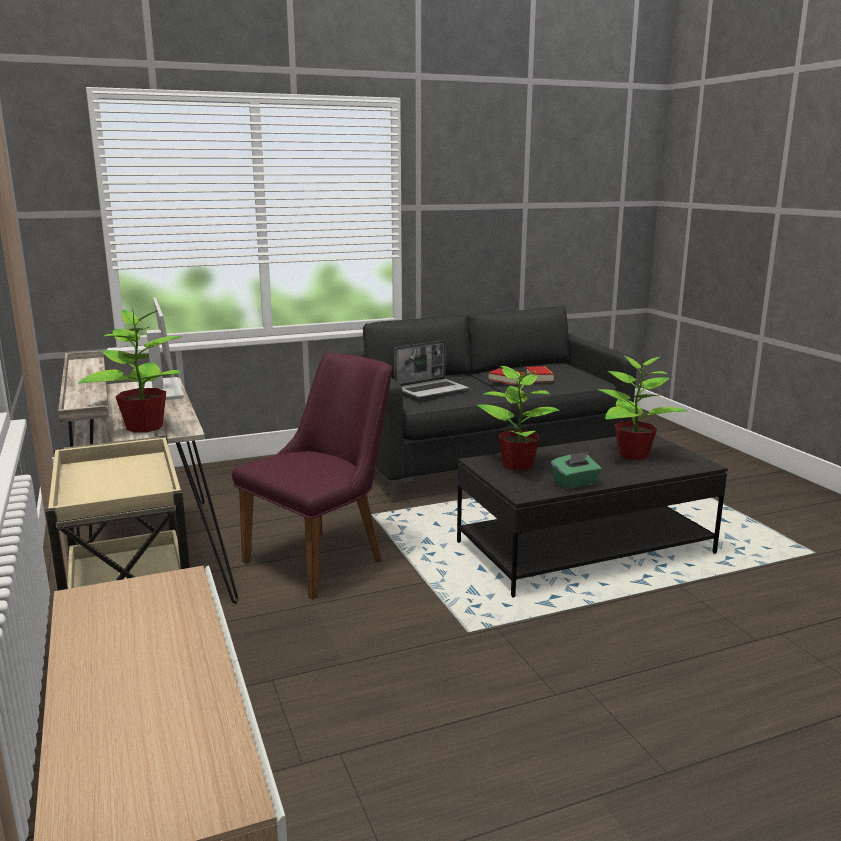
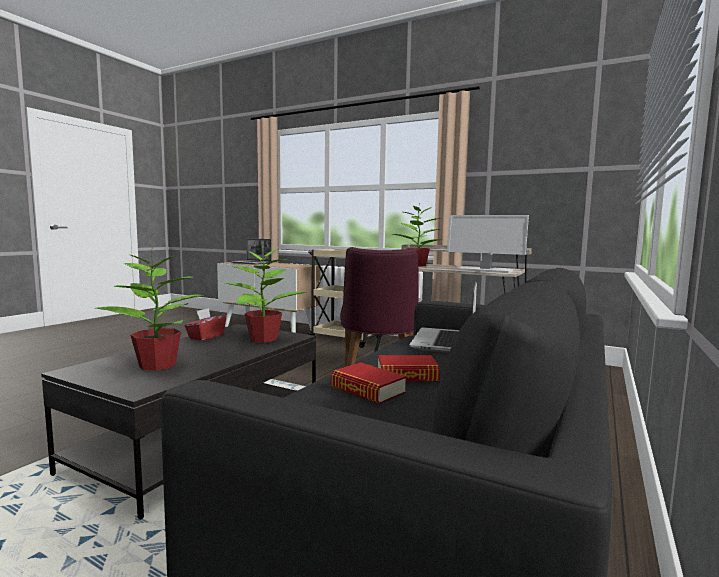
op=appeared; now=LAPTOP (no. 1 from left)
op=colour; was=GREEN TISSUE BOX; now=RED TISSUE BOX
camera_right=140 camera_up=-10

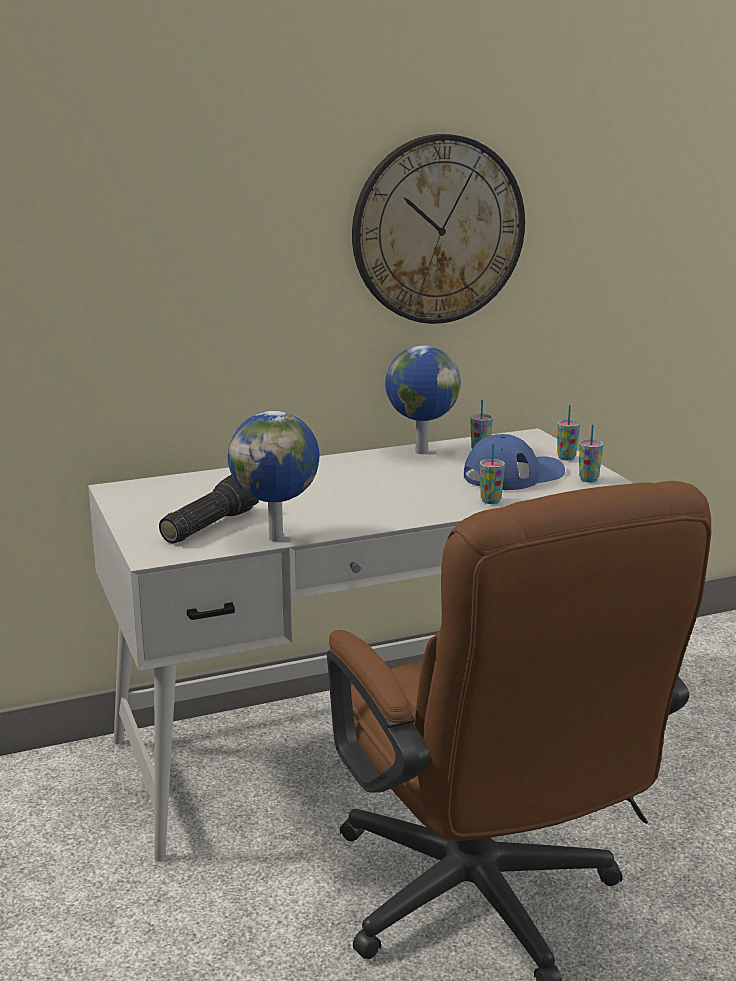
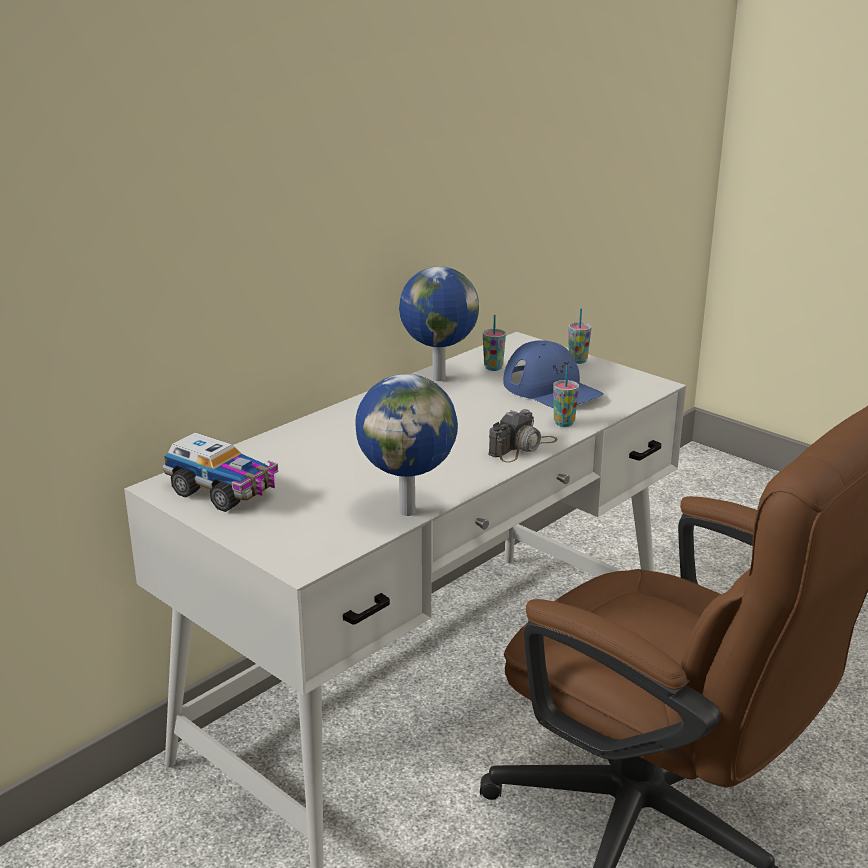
op=missing; was=FLASHLIGHT
op=missing; was=WALL CLOCK
op=missing; was=CUP (no. 4 from left)
op=appeared; now=TOY TRUCK
op=appeared; now=PHOTO CAMERA
op=spun; was=BLUE CAP; clockwise=105
camera_right=-25 camera_up=5

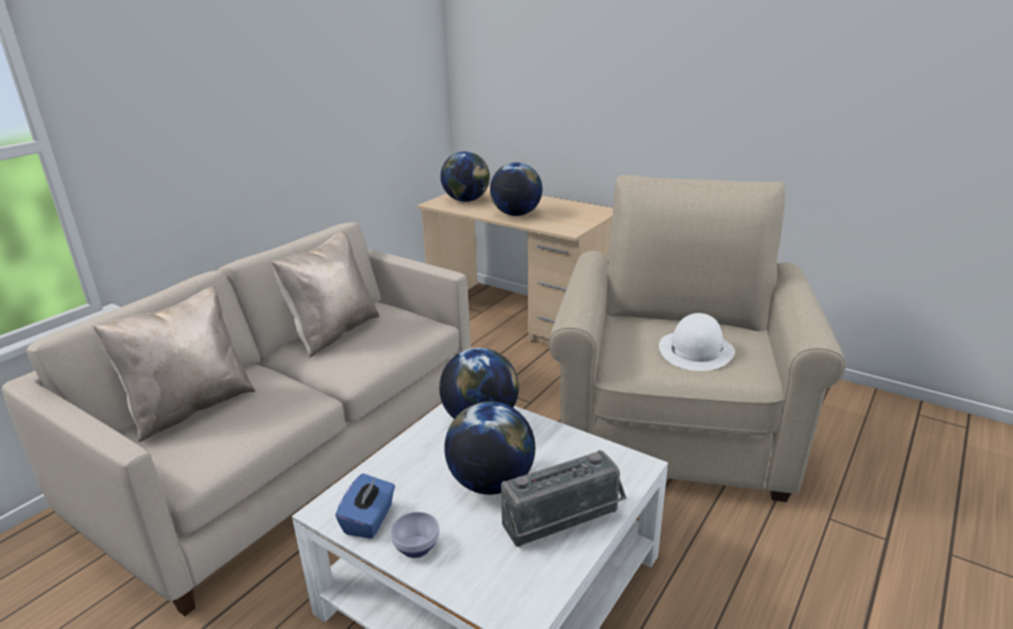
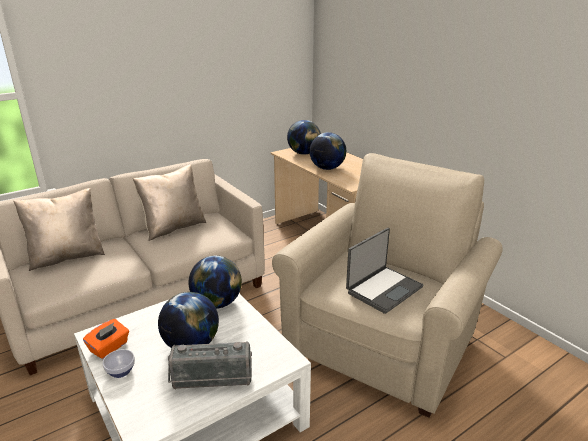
op=exchanged; was=WHITE HAT; now=LAPTOP
op=colour; was=BLUE TISSUE BOX; now=ORANGE TISSUE BOX
camera_right=20 camera_up=0

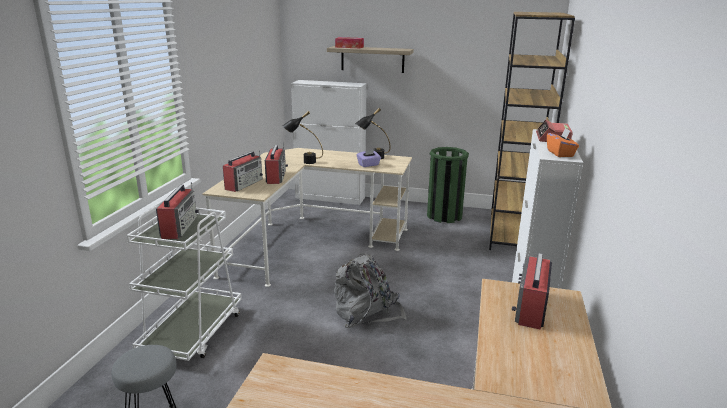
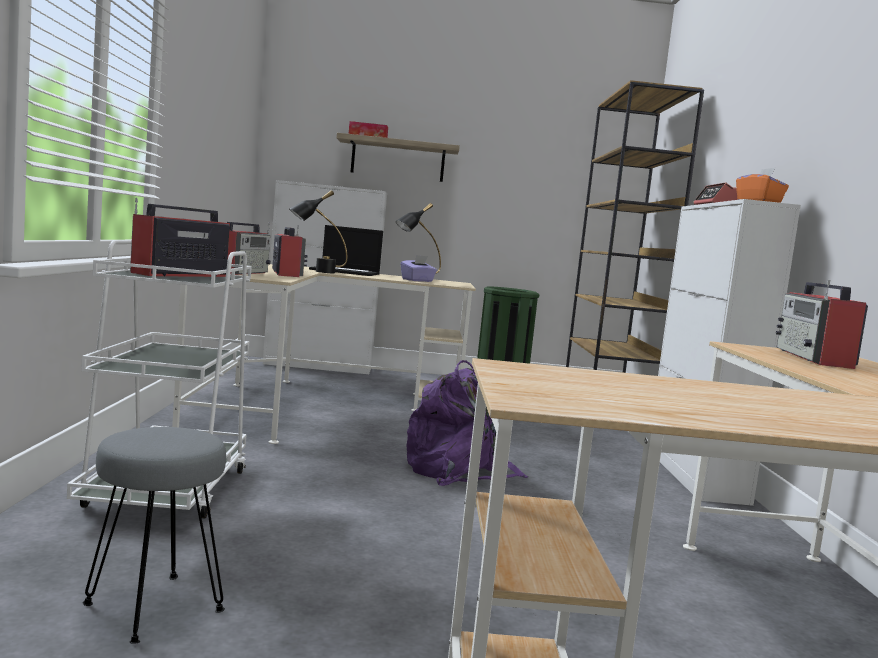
op=appeared; now=LAPTOP
op=colour; was=GREY BACKPACK; now=PURPLE BACKPACK
op=spun; was=RADIO (no. 1 from left); clockwise=-135
camera_right=-15 camera_up=-15

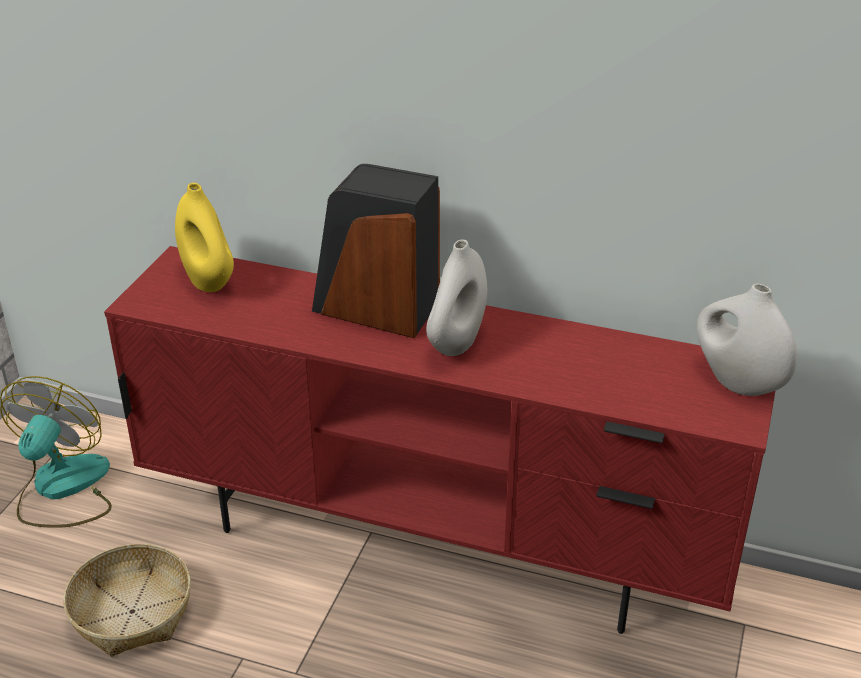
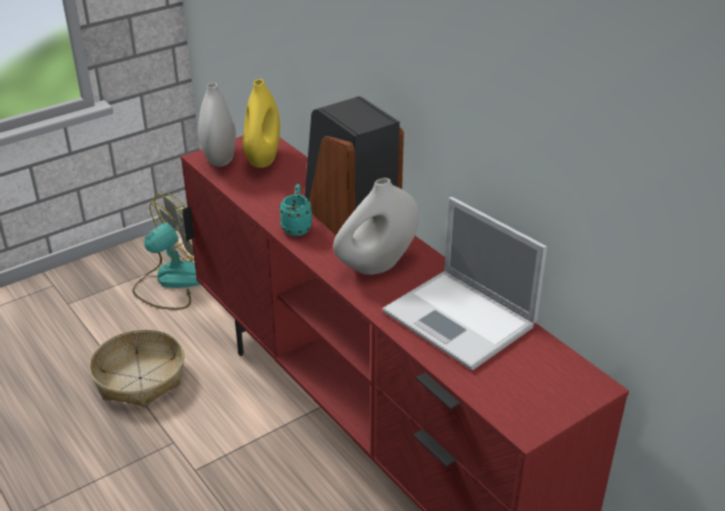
op=appeared; now=TURQUOISE MUG
op=appeared; now=LAPTOP
op=relocated; was=WHITE VASE (no. 2 from left in the first image); now=WHITE VASE (no. 1 from left)
camera_right=35 camera_up=0

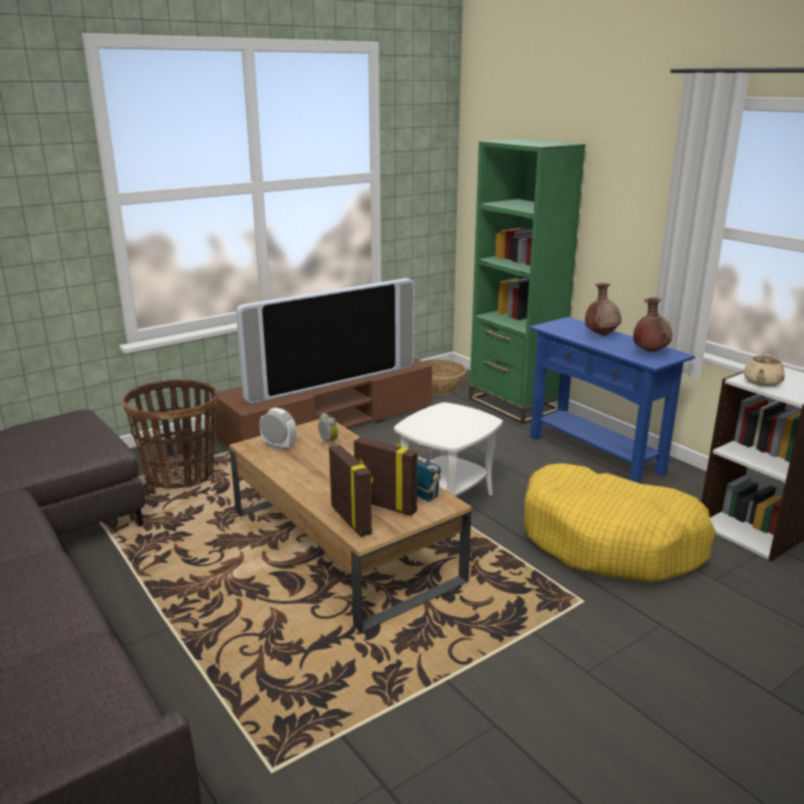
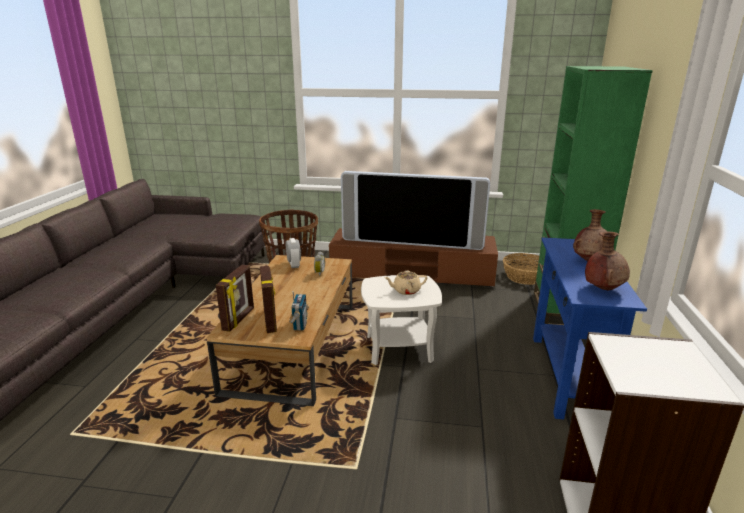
op=missing; was=YELLOW DOG BED
op=relocated; was=BEIGE TEAPOT
camera_right=45 camera_up=0

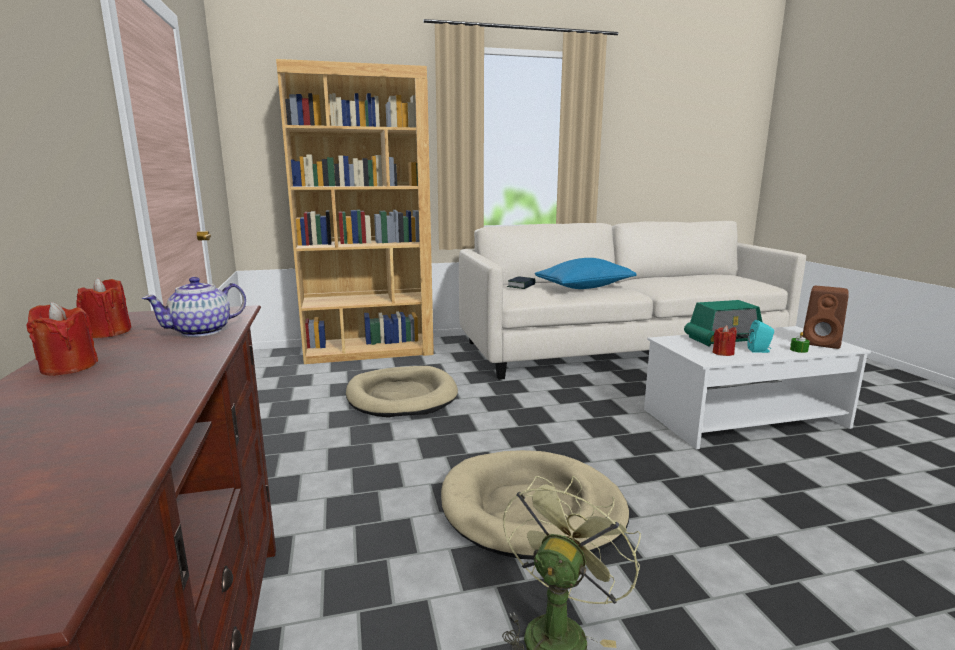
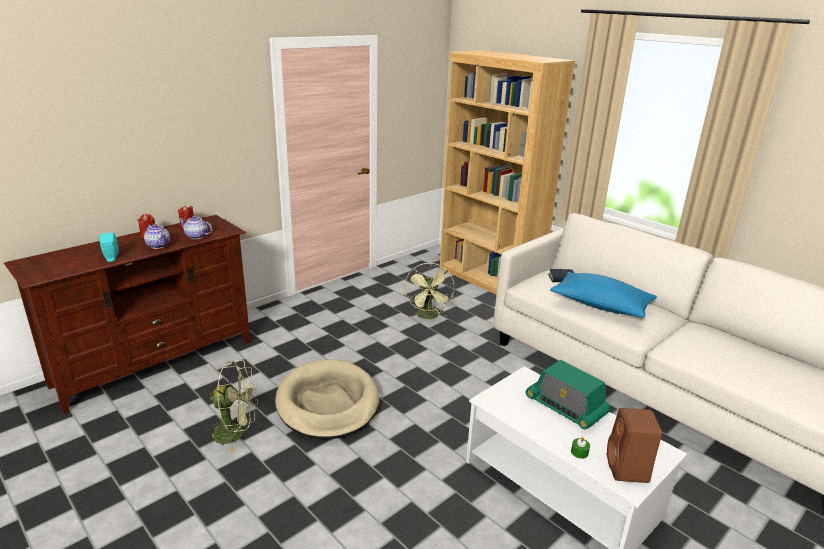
op=missing; was=RED CANDLE (no. 3 from left)
op=appeared; now=TEAPOT (no. 1 from left)
op=relocated; was=TURQUOISE SPEAKER
op=exchanged; was=BEIGE DOG BED (no. 1 from left); now=GREEN FAN (no. 2 from left)
camera_right=60 camera_up=10

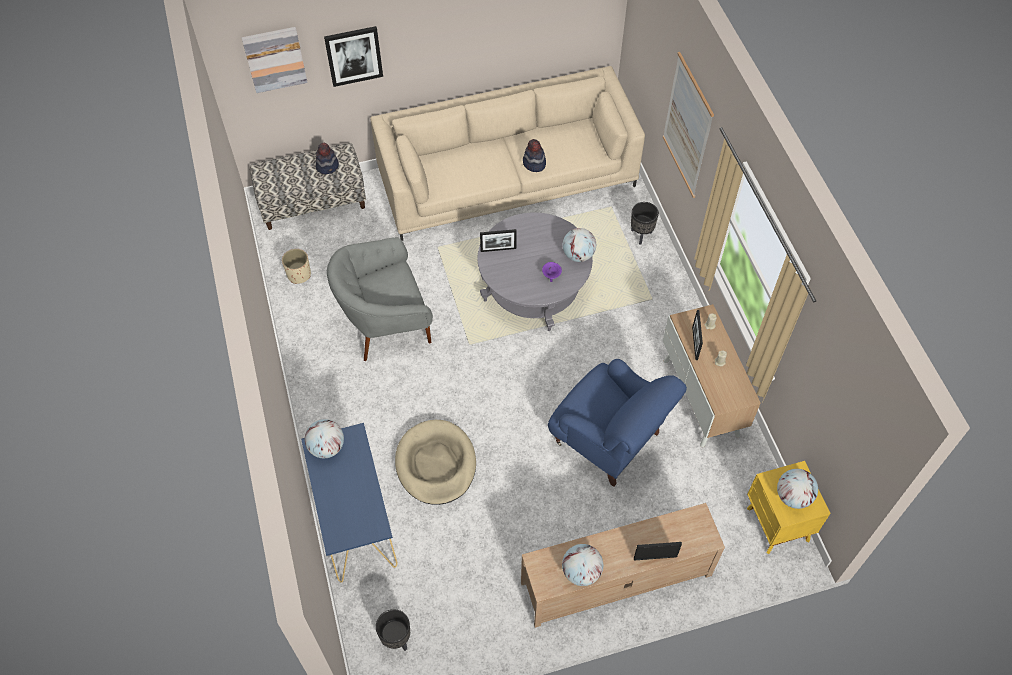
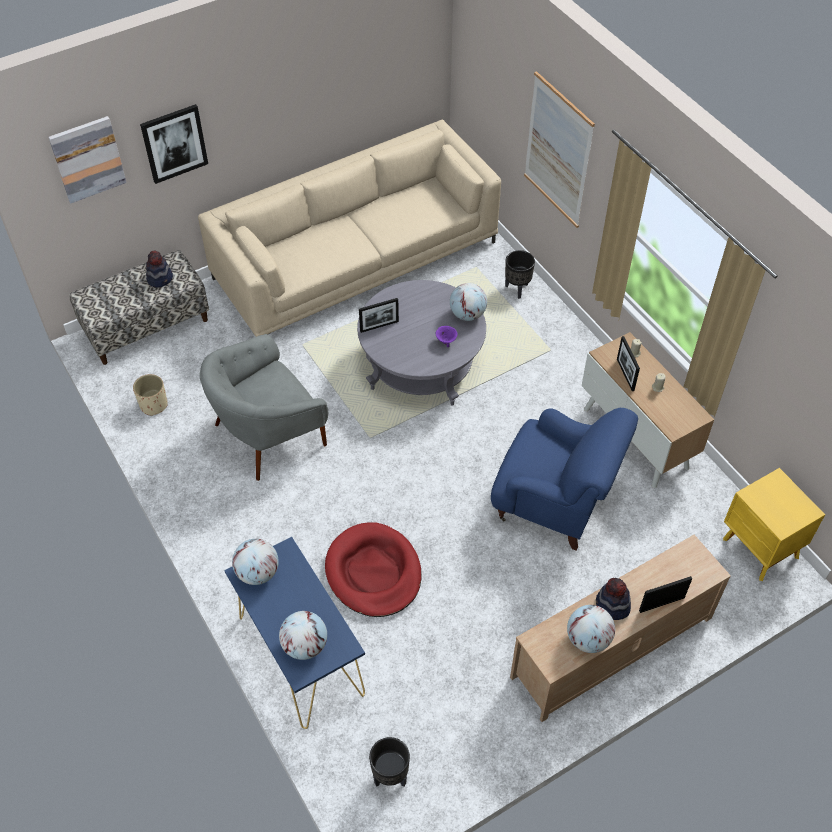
op=relocated; was=HAT (no. 2 from left)
op=relocated; was=GLOBE (no. 4 from left in the first image); now=GLOBE (no. 2 from left)
op=colour; was=BEIGE DOG BED; now=RED DOG BED
camera_right=-15 camera_up=-5

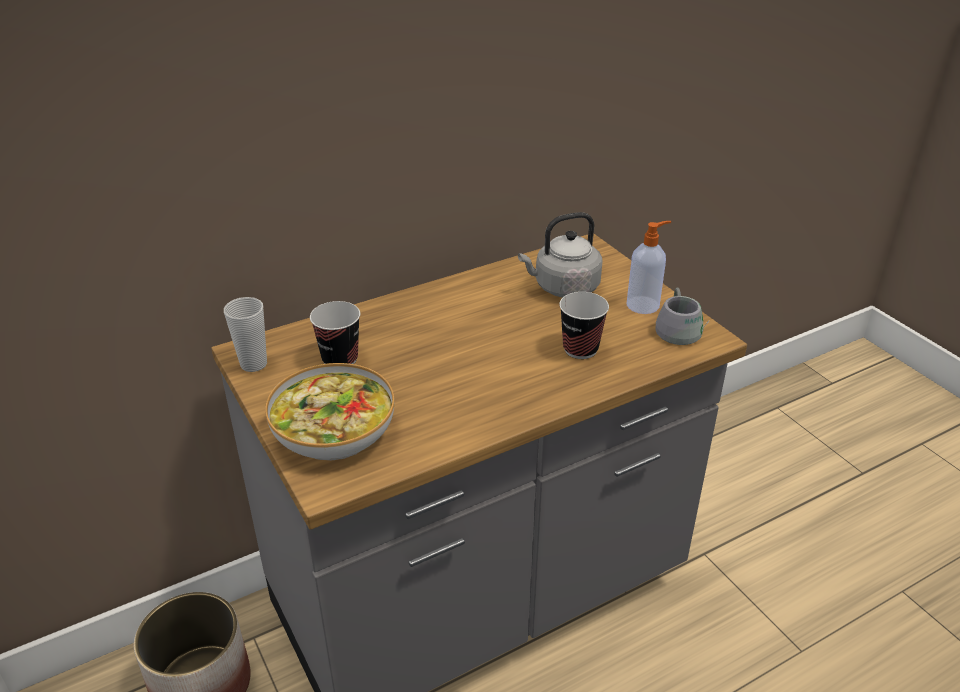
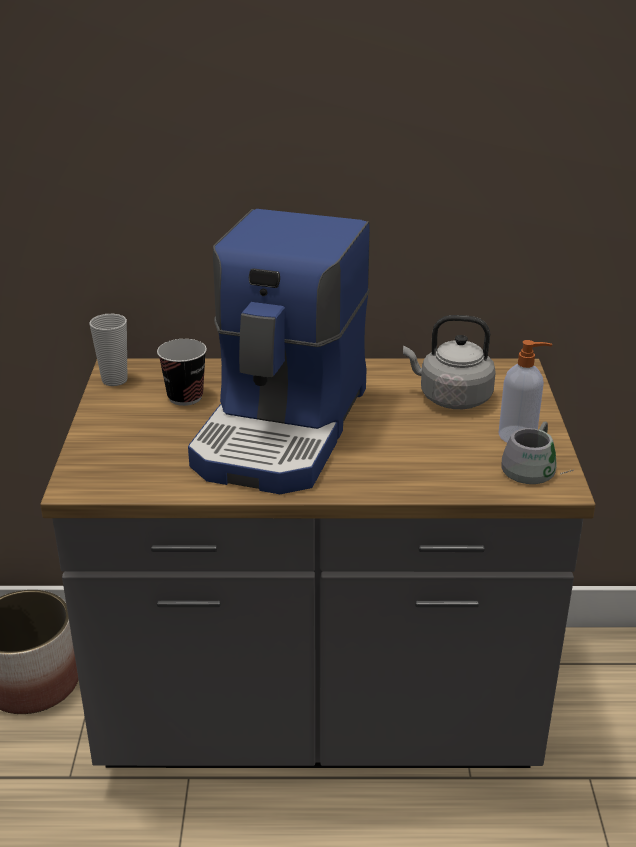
op=missing; was=BOWL
op=missing; was=CUP (no. 3 from left)
op=appeared; now=COFFEE MACHINE
camera_right=30 camera_up=-5

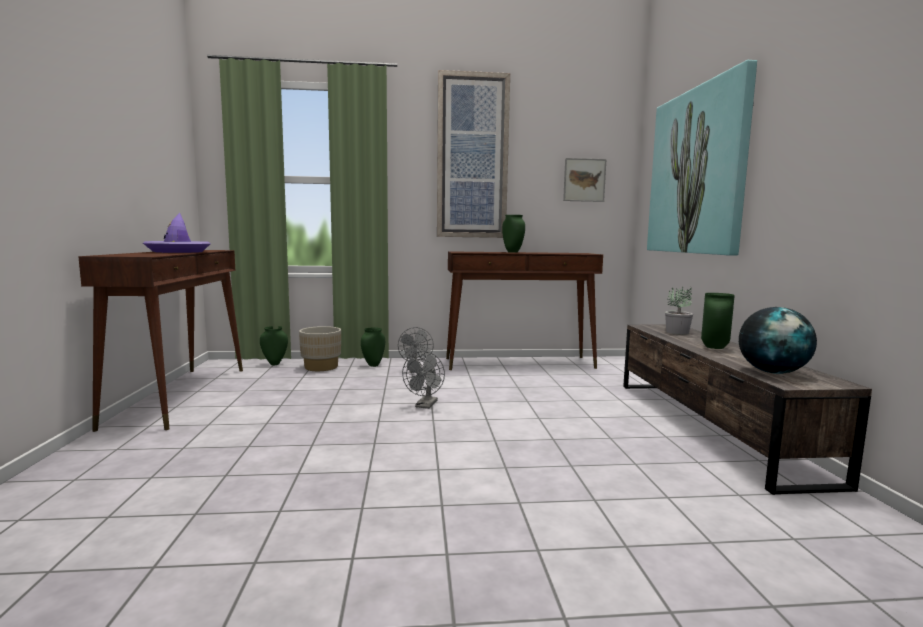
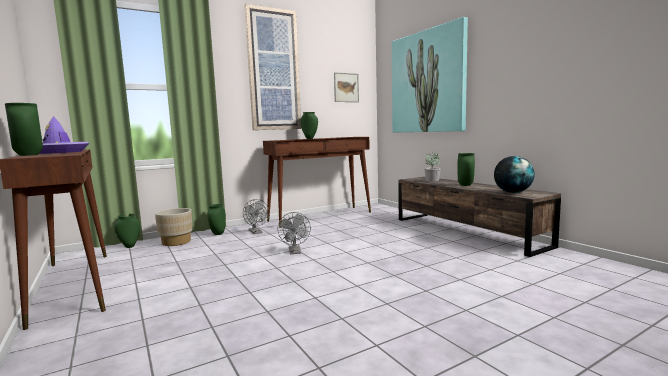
op=appeared; now=GREEN VASE (no. 1 from left)
camera_right=-25 camera_up=0

